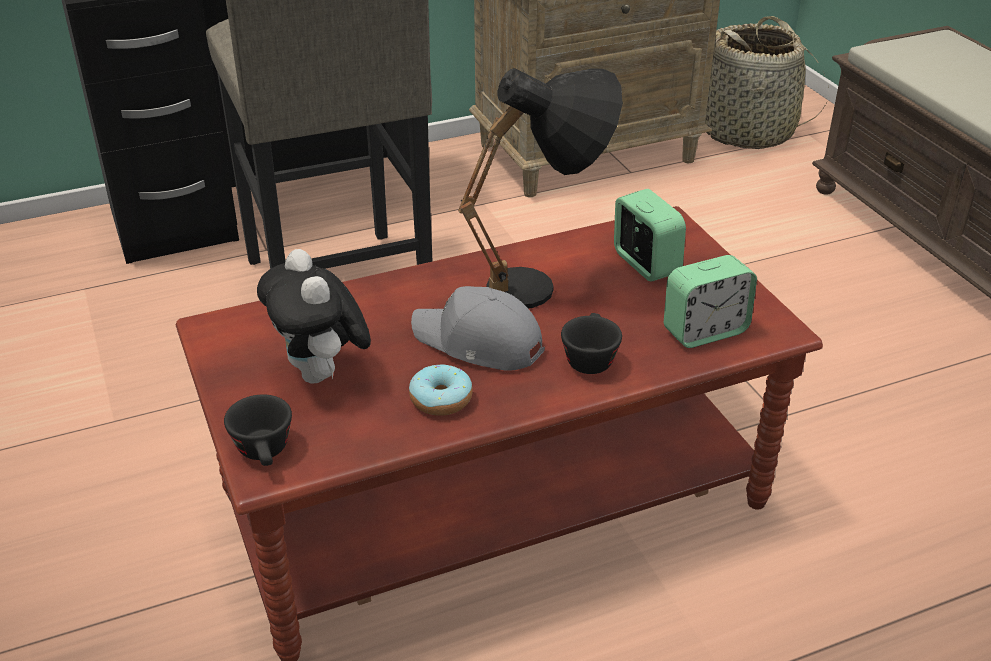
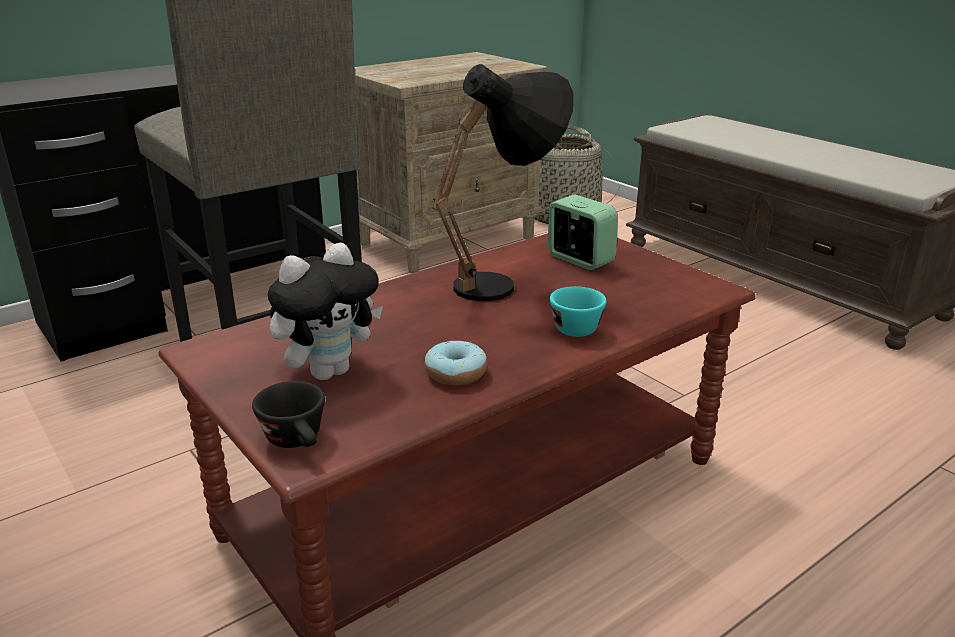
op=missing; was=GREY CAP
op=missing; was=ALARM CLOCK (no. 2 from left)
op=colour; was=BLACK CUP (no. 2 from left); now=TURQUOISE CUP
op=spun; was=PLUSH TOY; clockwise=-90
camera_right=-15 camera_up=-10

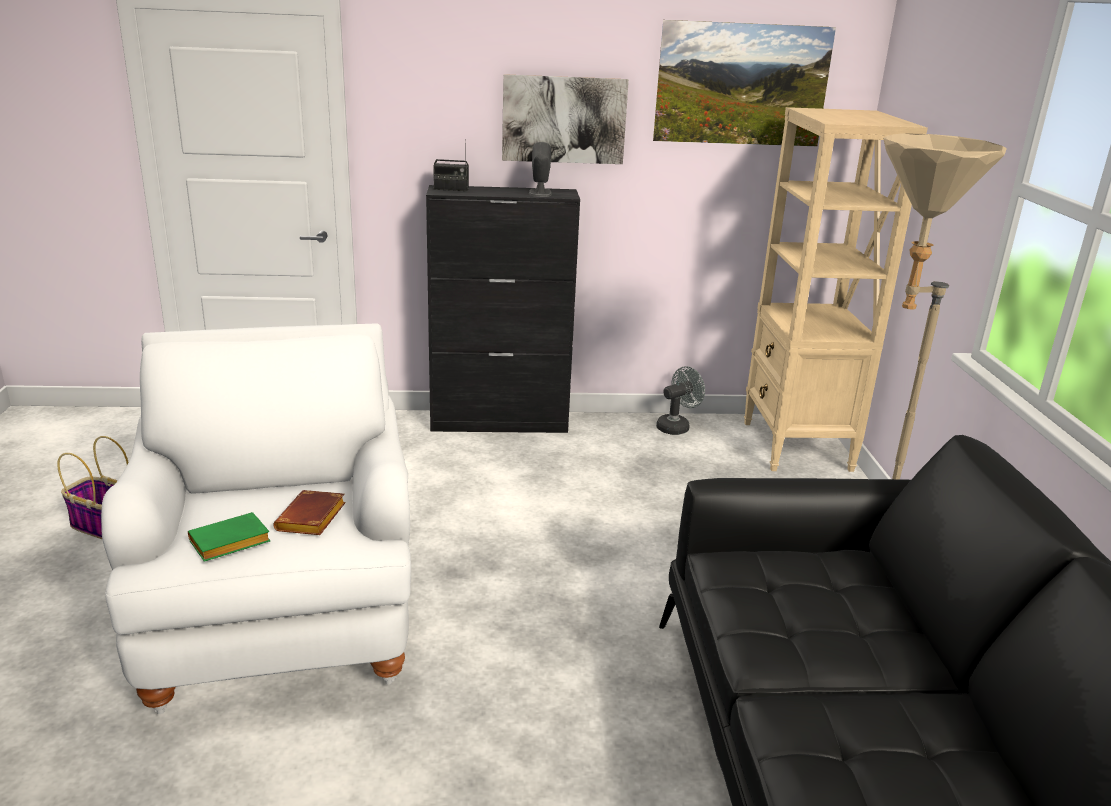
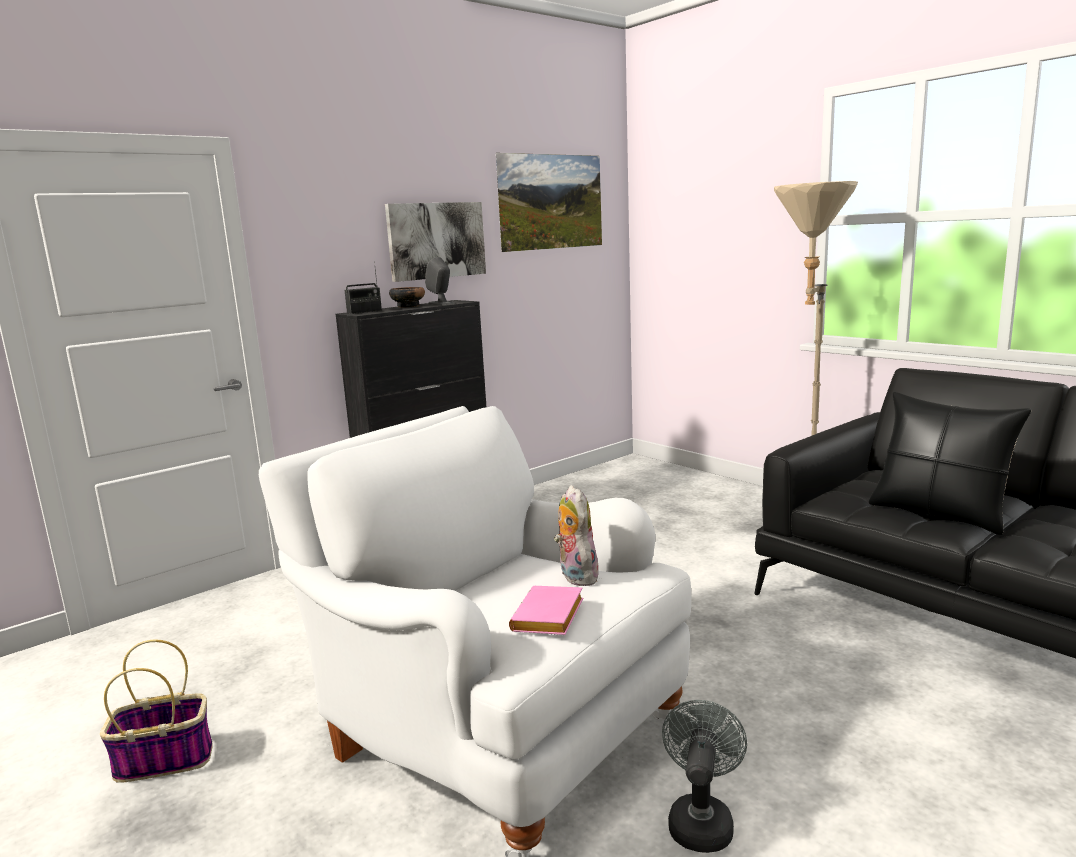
op=missing; was=BEIGE BOOKCASE
op=appeared; now=BOWL
op=appeared; now=BLACK PILLOW
op=relocated; was=GREY FAN
op=exchanged; was=BROWN BOOK; now=PLUSH TOY
op=colour; was=GREEN BOOK; now=PINK BOOK
camera_right=-35 camera_up=-10

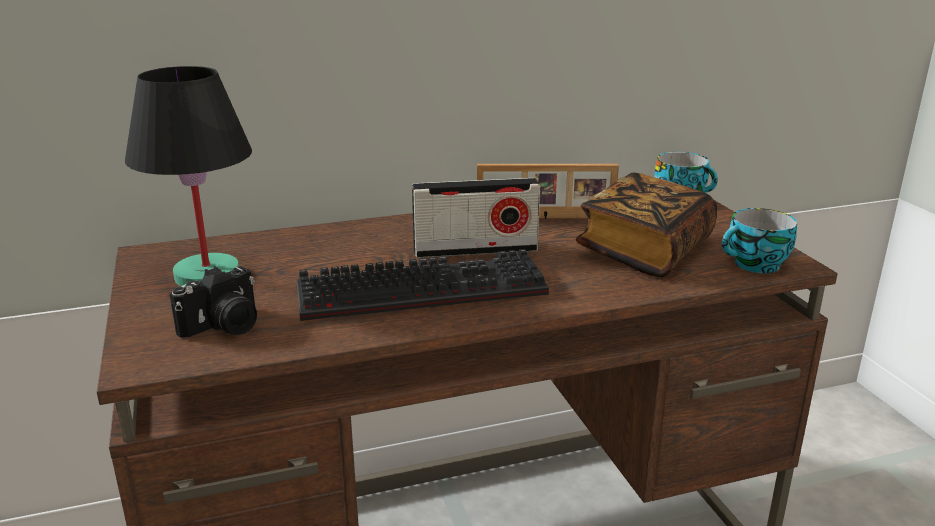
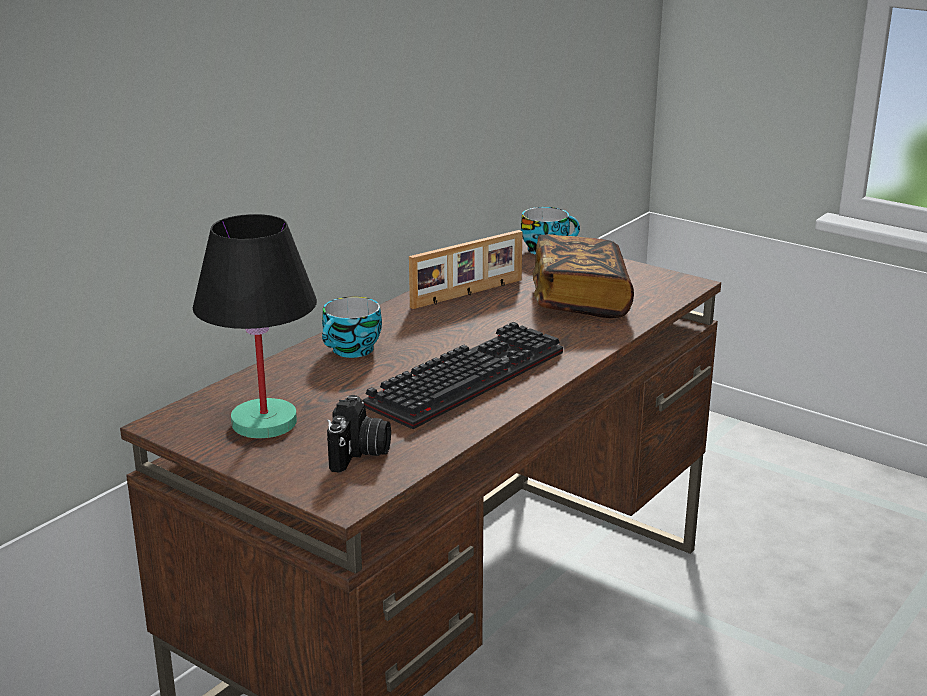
op=missing; was=RADIO
op=relocated; was=CUP (no. 2 from left in the first image); now=CUP (no. 1 from left)
camera_right=-35 camera_up=0

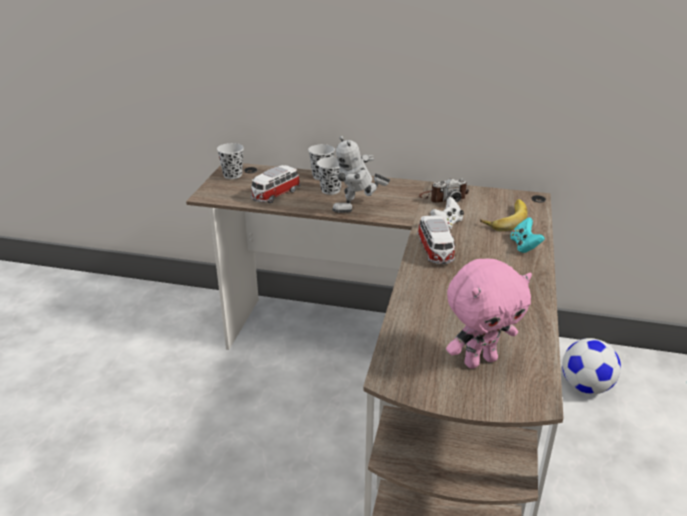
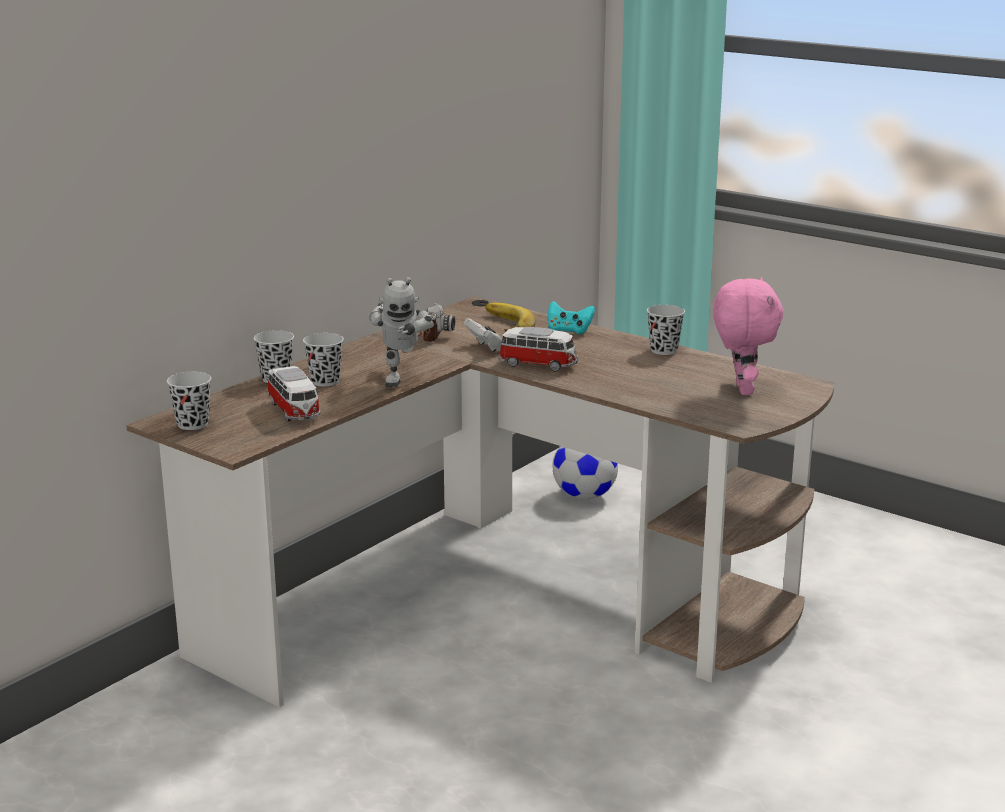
op=appeared; now=BLACK CUP (no. 4 from left)
camera_right=-65 camera_up=-10

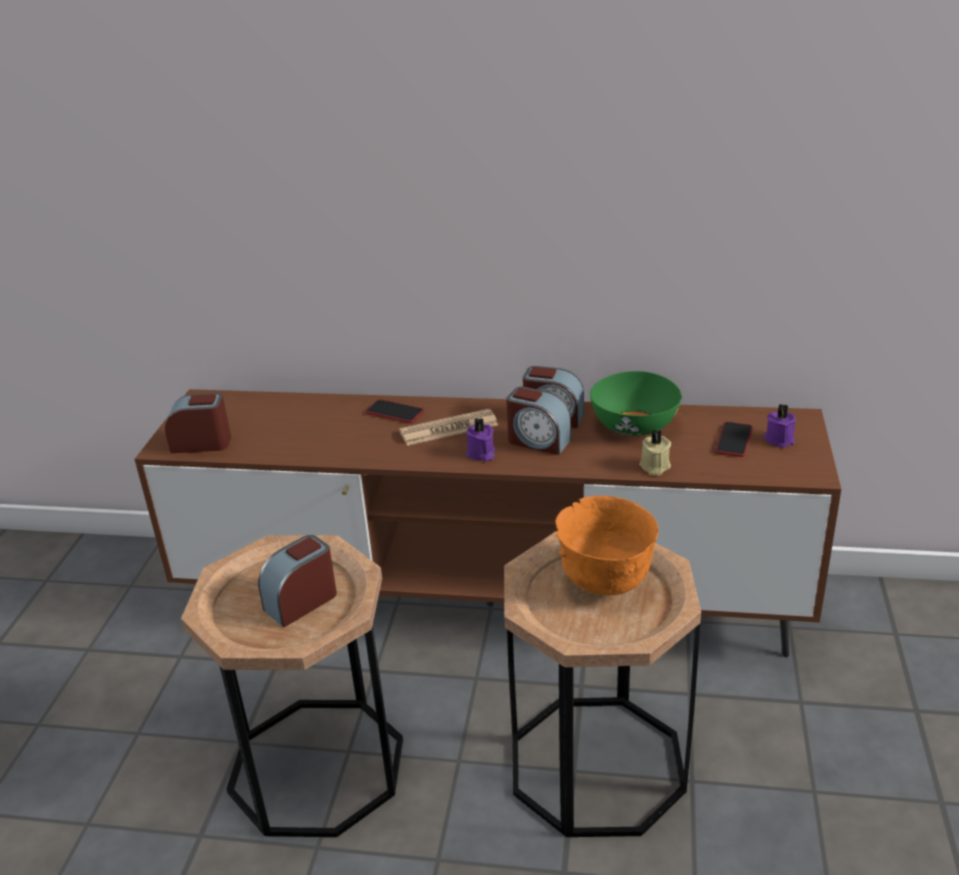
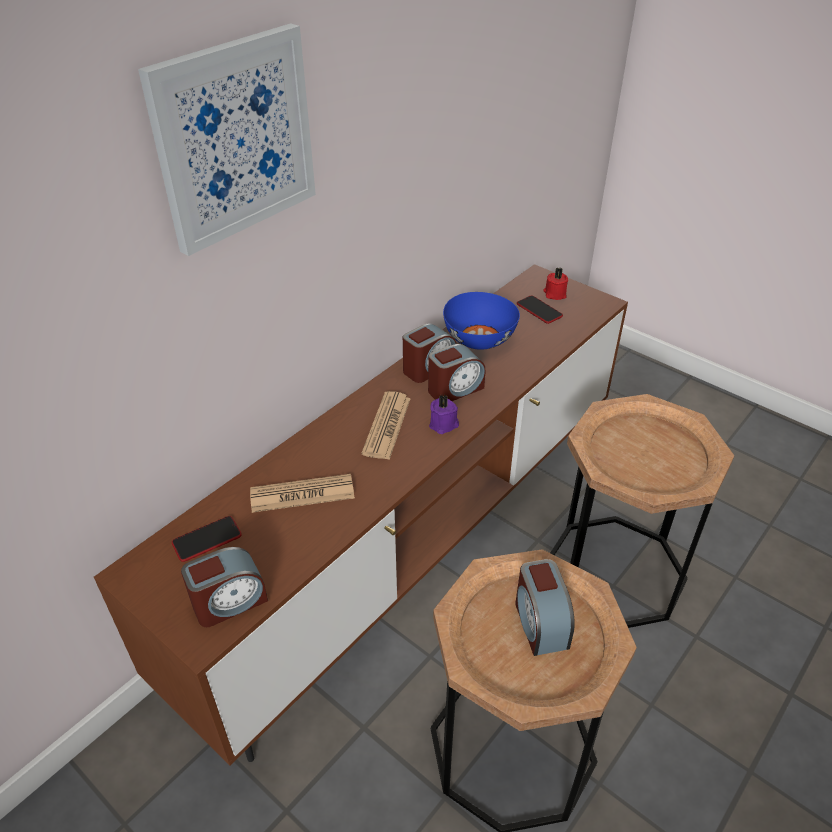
op=missing; was=ORANGE BOWL
op=missing; was=BEIGE CANDLE
op=appeared; now=PICTURE
op=appeared; now=NEWSPAPER (no. 1 from left)
op=relocated; was=PHONE (no. 1 from left)
op=colour; was=GREEN BOWL; now=BLUE BOWL
op=colour; was=PURPLE CANDLE (no. 2 from left); now=RED CANDLE
op=spun; was=ALARM CLOCK (no. 1 from left); clockwise=-150
camera_right=-60 camera_up=10

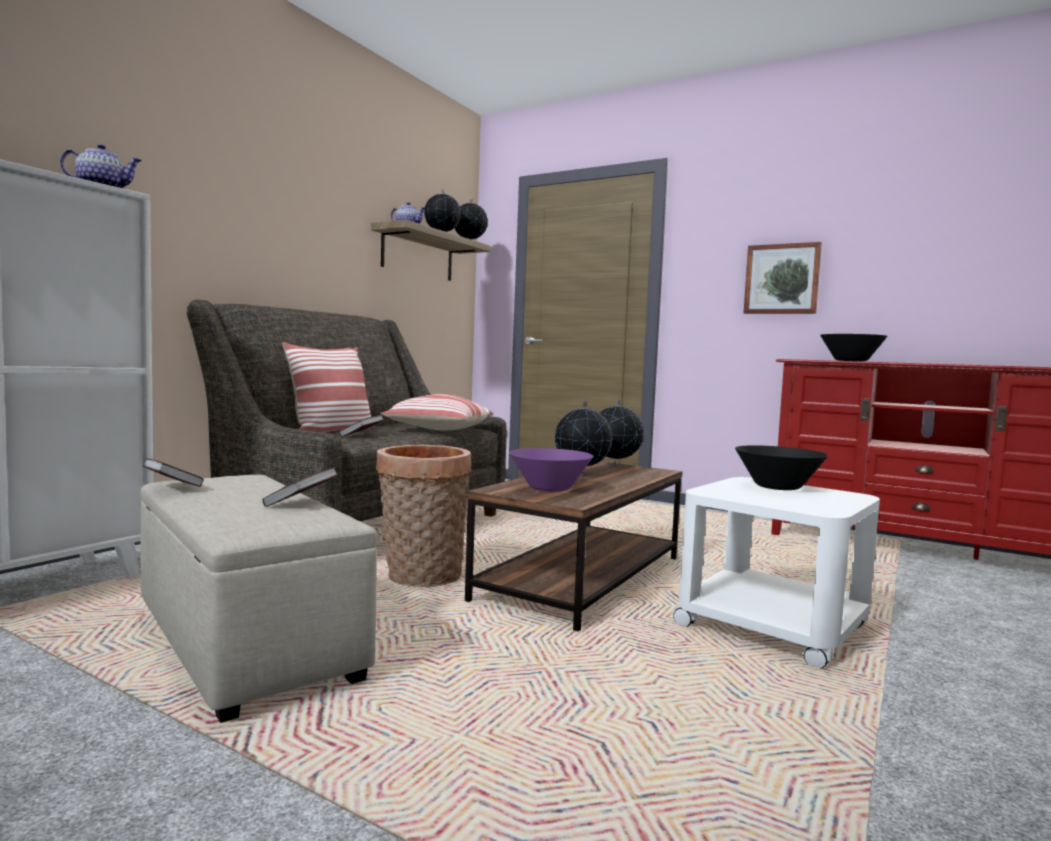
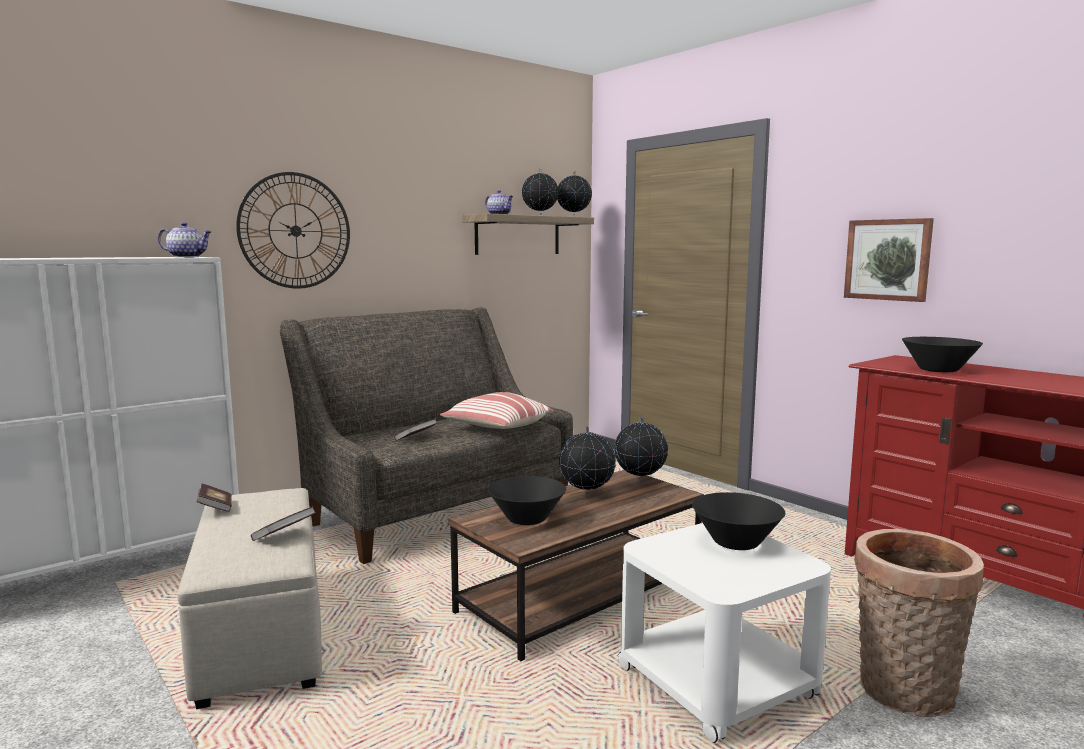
op=missing; was=PILLOW (no. 1 from left)
op=appeared; now=WALL CLOCK
op=relocated; was=BASKET
op=colour; was=PURPLE BOWL; now=BLACK BOWL (no. 1 from left)
camera_right=20 camera_up=5

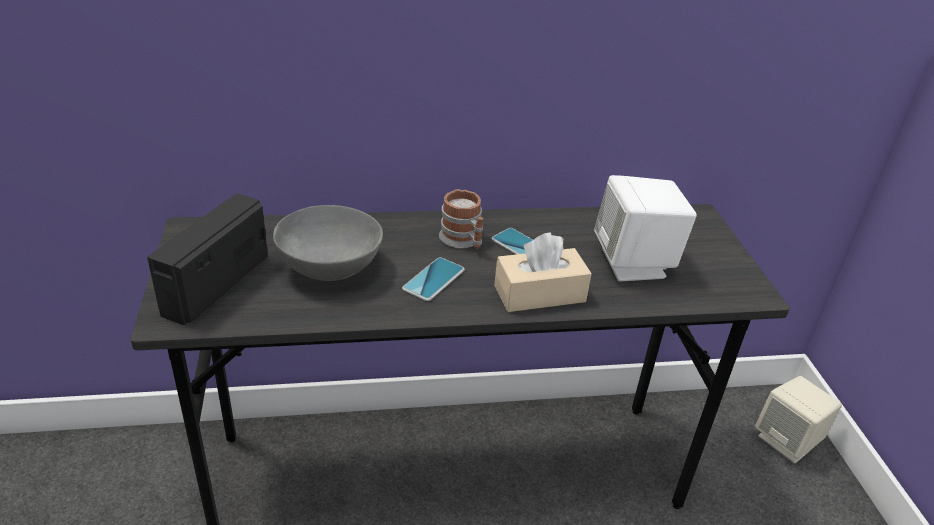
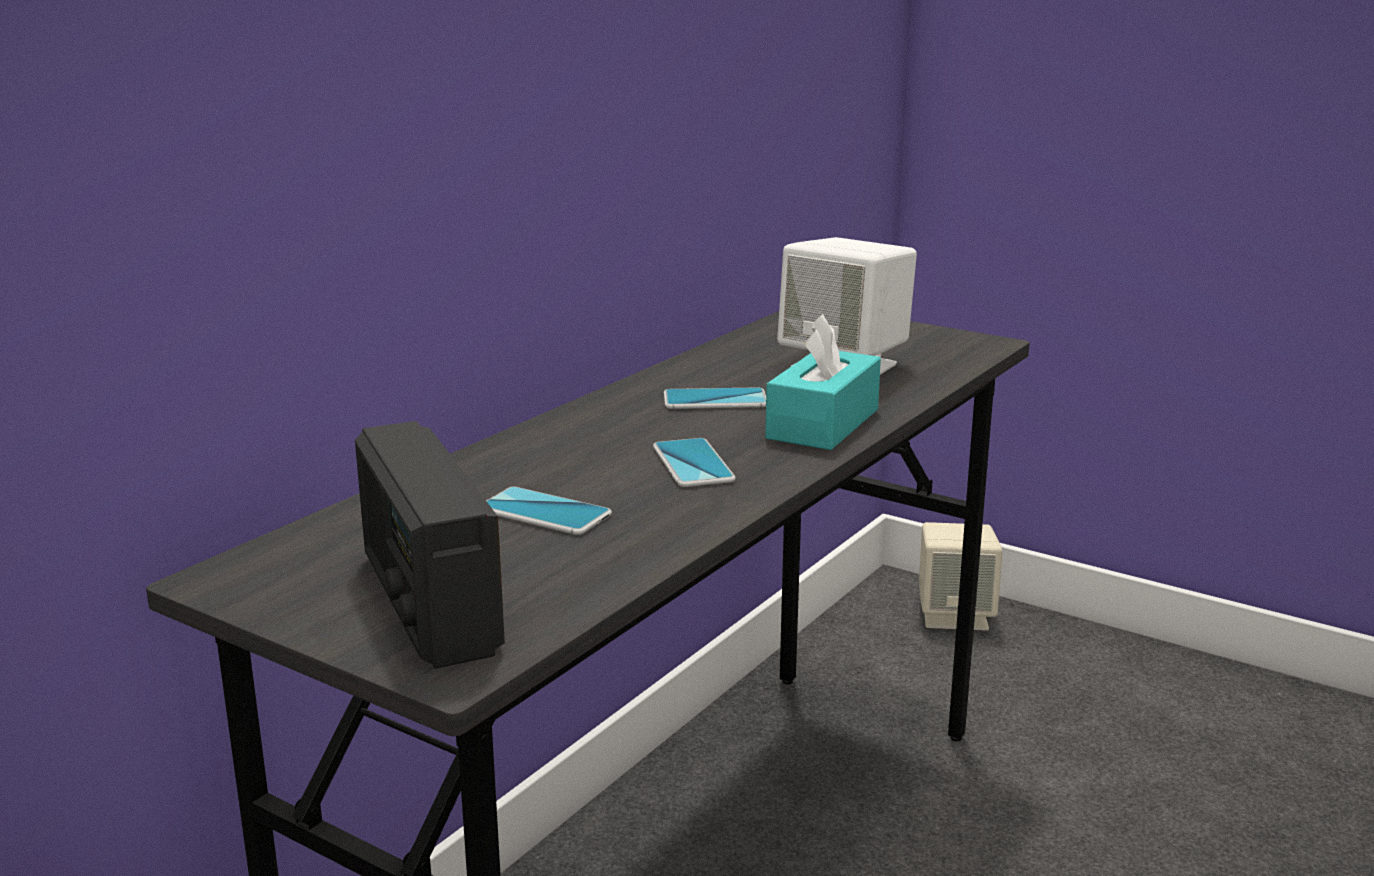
op=missing; was=MUG
op=exchanged; was=GREY BOWL; now=PHONE (no. 1 from left)
op=colour; was=BEIGE TISSUE BOX; now=TURQUOISE TISSUE BOX
camera_right=-45 camera_up=-15

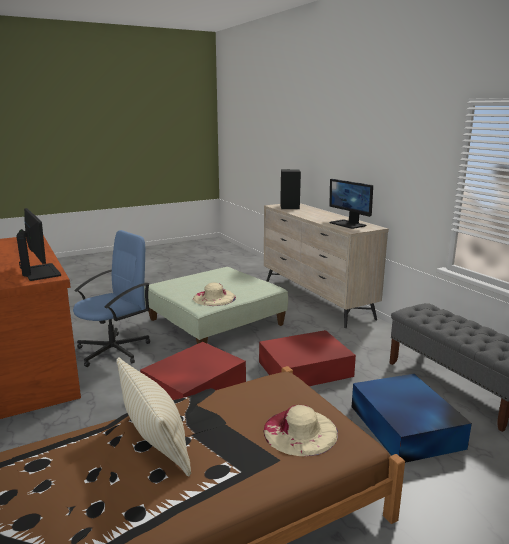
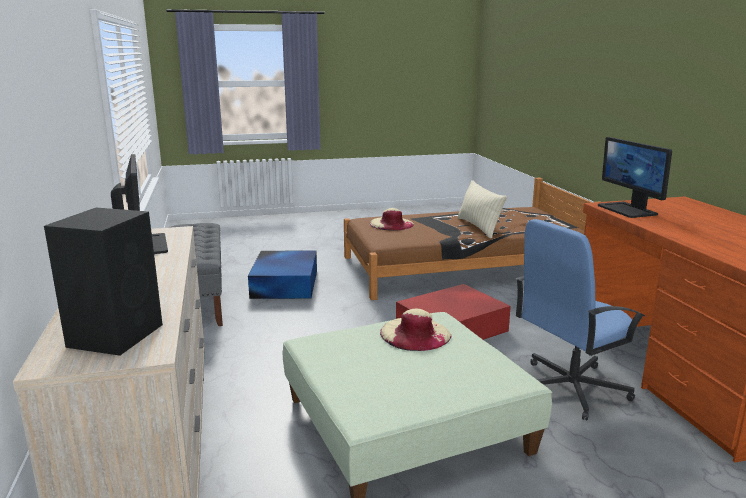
op=missing; was=RED STORAGE BOX (no. 2 from left)
camera_right=-165 camera_up=0

